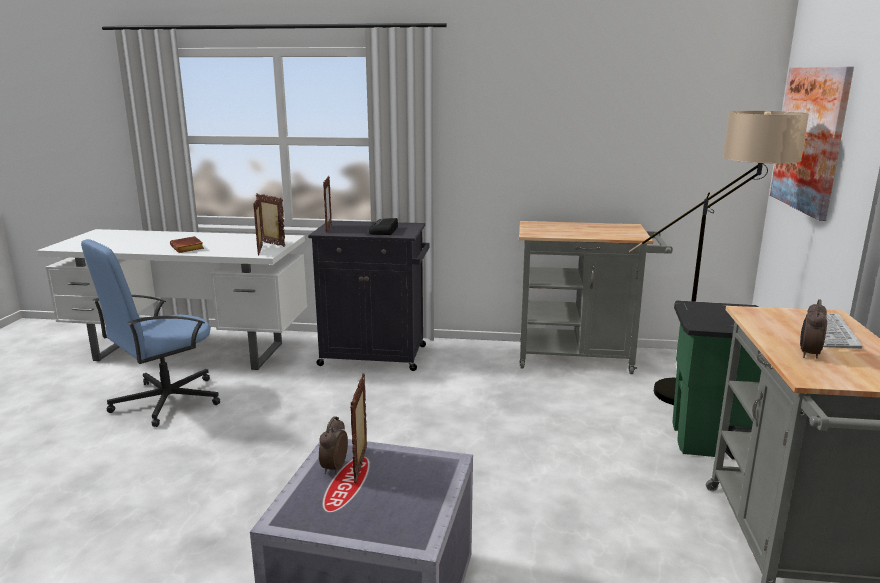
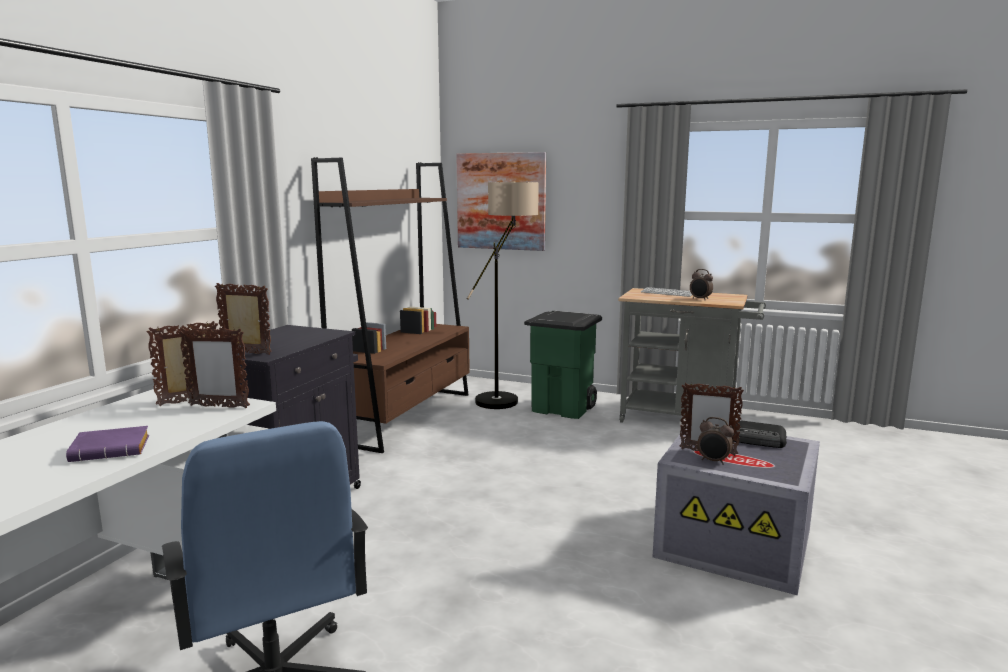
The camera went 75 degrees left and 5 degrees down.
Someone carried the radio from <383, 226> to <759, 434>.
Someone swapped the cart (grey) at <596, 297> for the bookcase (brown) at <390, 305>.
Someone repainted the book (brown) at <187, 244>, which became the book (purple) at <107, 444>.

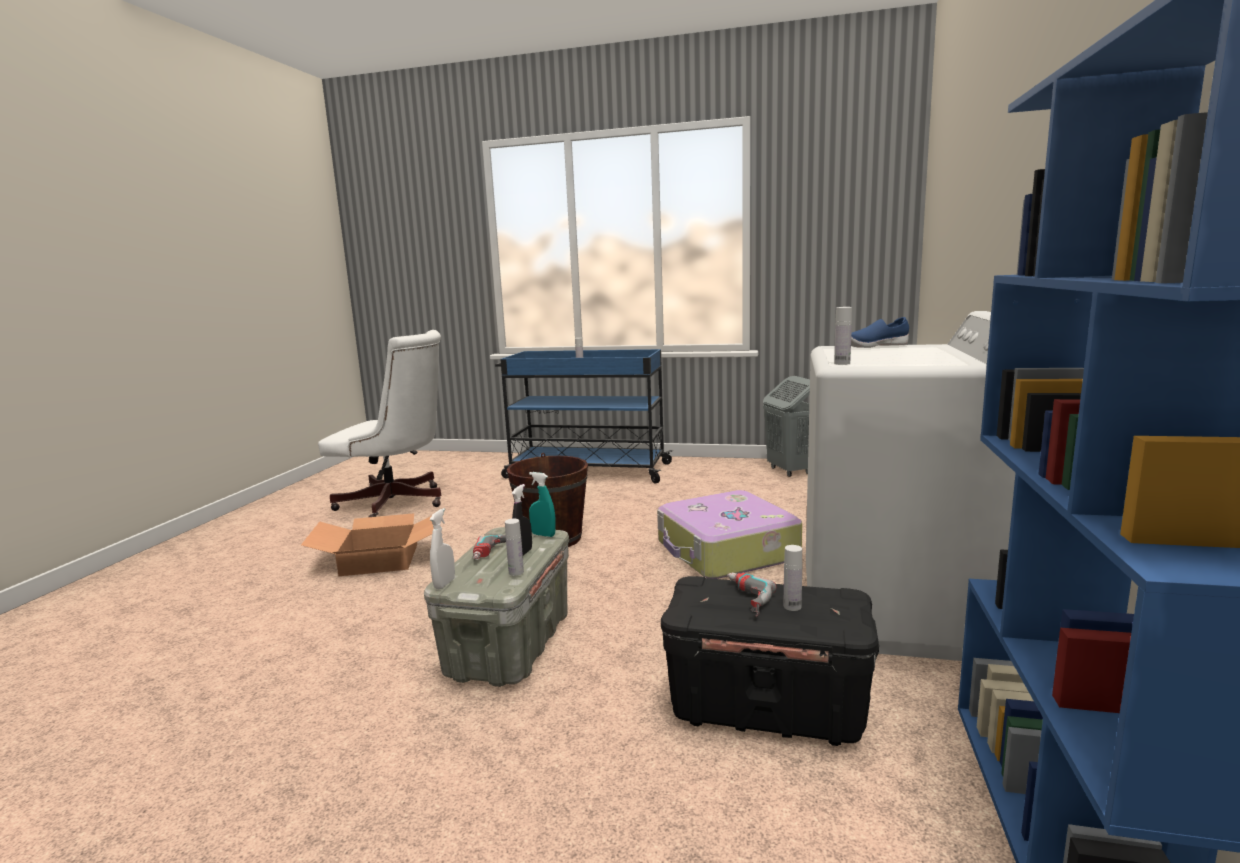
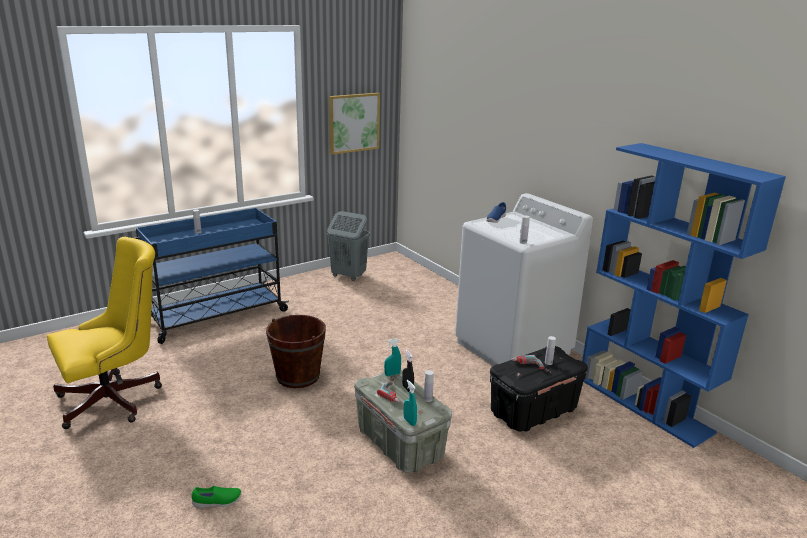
The camera went 50 degrees left and 10 degrees up.
Someone took away the cardboard box at <367, 544>.
Someone took away the suitcase at <729, 534>.
Someone put down the shoe (green) at <216, 497>.
Someone put up the picture at <354, 124>.
Someone repainted the office chair (white) at <379, 423>, which became the office chair (yellow) at <104, 333>.
Someone repainted the spray bottle (white) at <442, 548>, which became the spray bottle (turquoise) at <410, 403>.

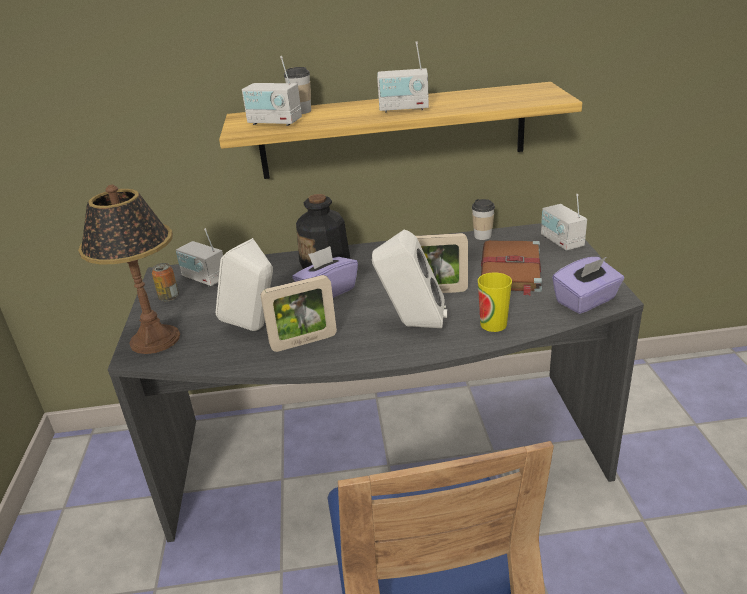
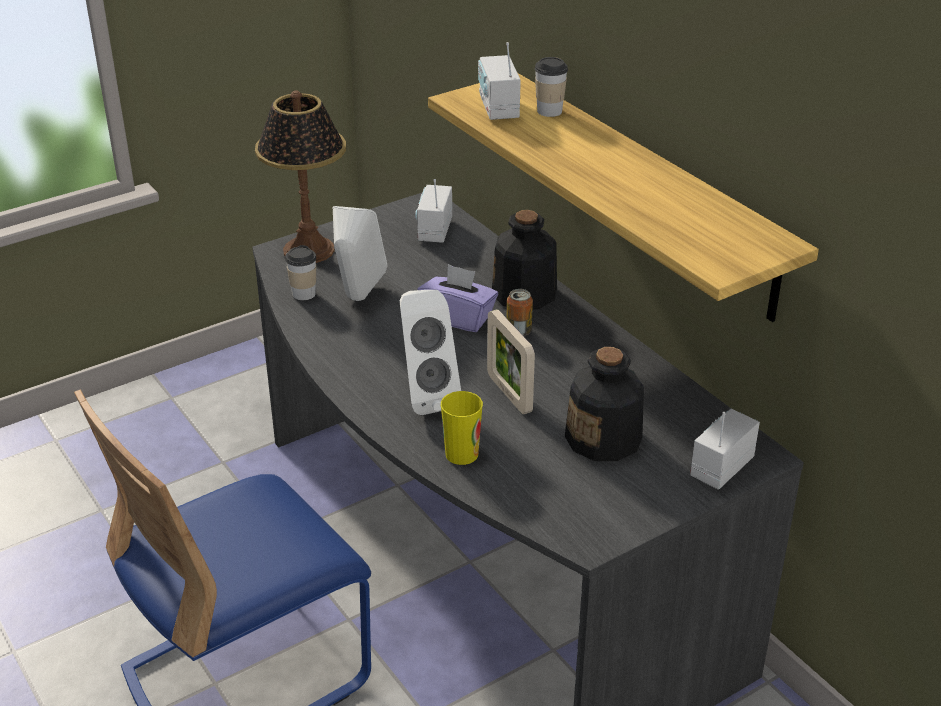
The camera went 60 degrees right and 5 degrees up.
Someone took away the picture frame at <299, 313>.
Someone took away the radio at <403, 77>.
Someone took away the tissue box (purple) at <588, 285>.
Someone carried the can from <165, 282> to <519, 312>.
Someone carried the cup from <483, 219> to <300, 272>.
Someone swapped the book (brown) at <511, 267> for the bottle at <604, 404>.

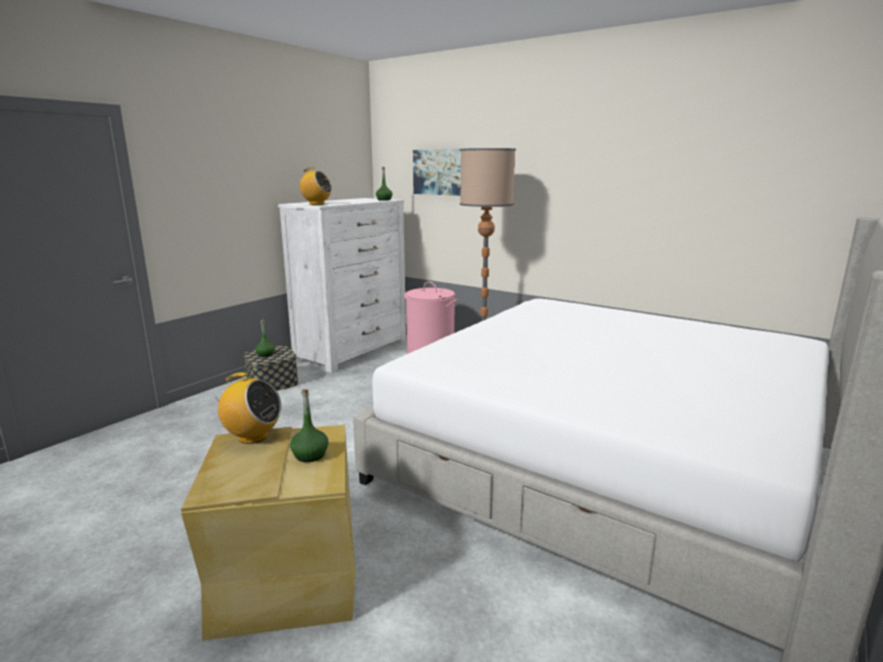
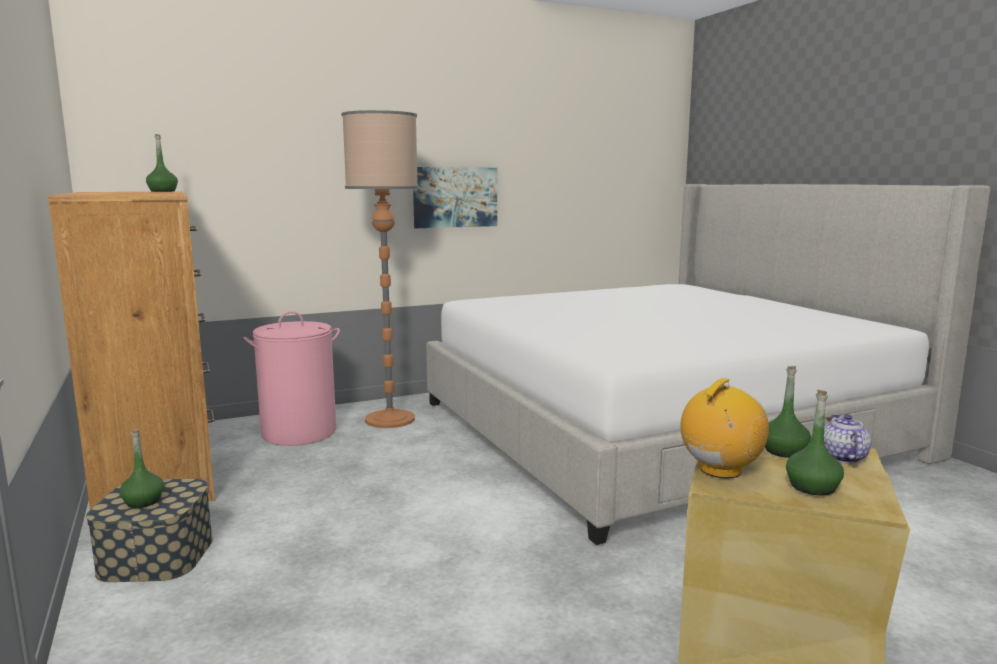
The camera went 60 degrees left and 5 degrees down.
Someone took away the radio at <314, 186>.
Someone put down the bottle (green) at <815, 443>.
Someone put down the teapot at <847, 439>.
Someone carried the picture from <437, 172> to <455, 197>.
Someone repainted the dresser (white) at <342, 285>, which became the dresser (brown) at <131, 350>.

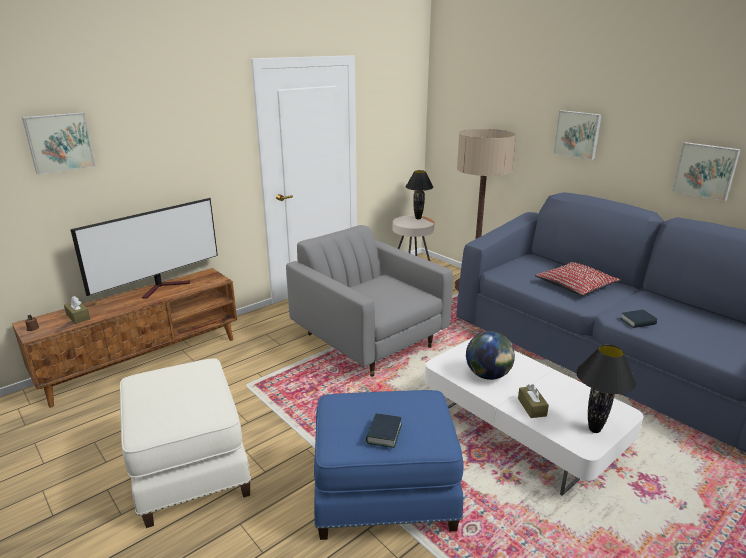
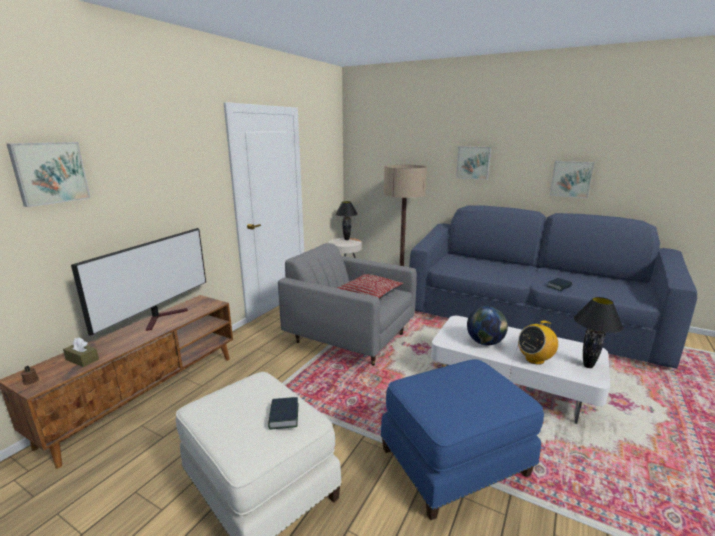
The camera went 20 degrees left and 5 degrees down.
Someone carried the book from <384, 430> to <283, 413>.
Someone carried the pillow (red) from <578, 279> to <370, 286>.
Someone swapped the tissue box (brown) at <533, 401> for the radio at <538, 343>.

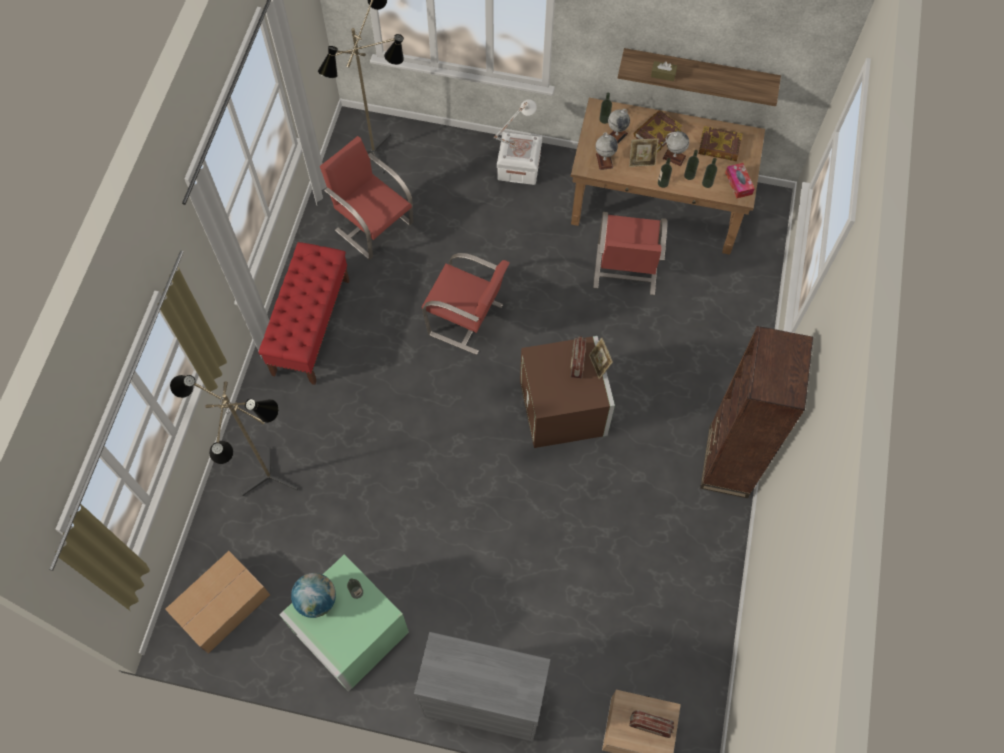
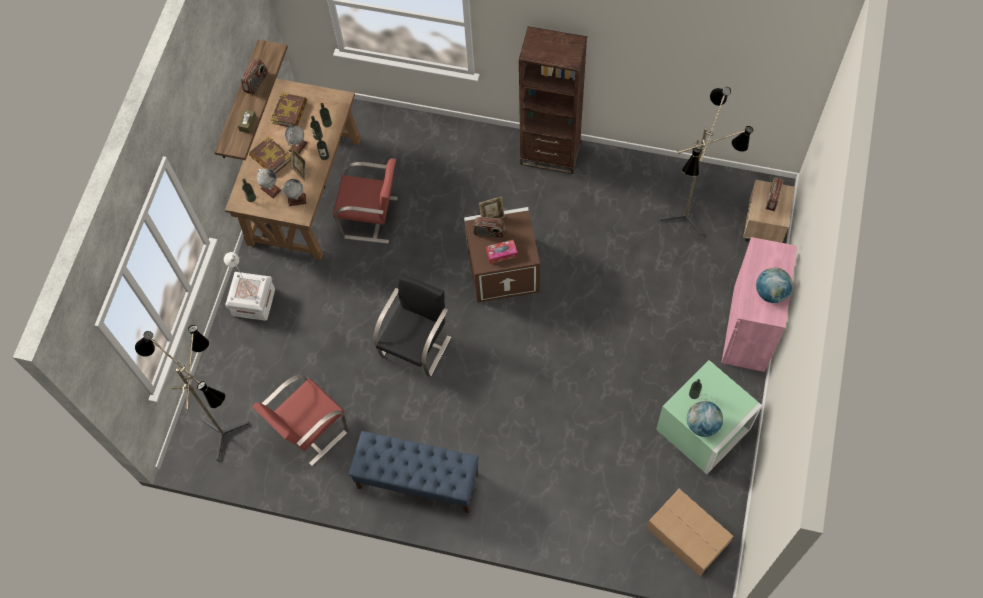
The camera went 85 degrees left and 0 degrees up.
Someone put down the radio at <254, 77>.
Someone put down the globe at <774, 285>.
Someone carried the floor lamp from <234, 435> to <706, 161>.
Someone carried the tissue box from <740, 180> to <501, 252>.
Someone repainted the bench (red) at <304, 313>, which became the bench (blue) at <414, 472>.
Someone repainted the cabinet (grey) at <482, 687>, which became the cabinet (pink) at <759, 304>.
Someone repainted the chair (red) at <466, 304>, which became the chair (black) at <412, 325>.

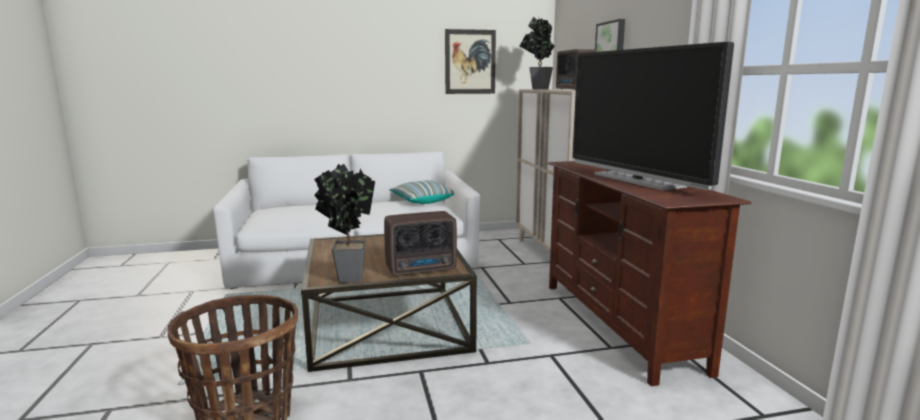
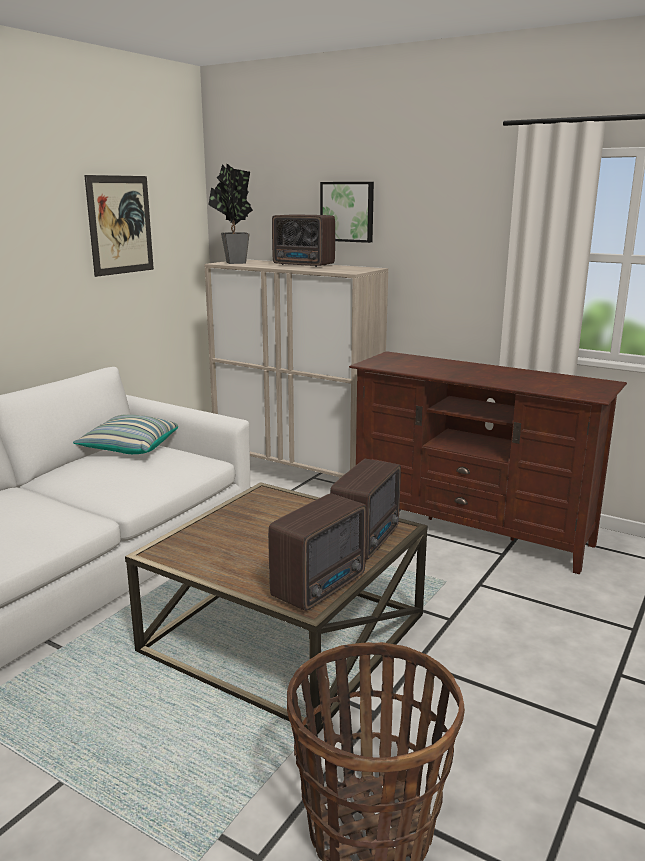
The camera went 45 degrees left and 5 degrees up.
Someone took away the television at <653, 116>.
Someone swapped the potted plant at <344, 223> for the radio at <317, 552>.

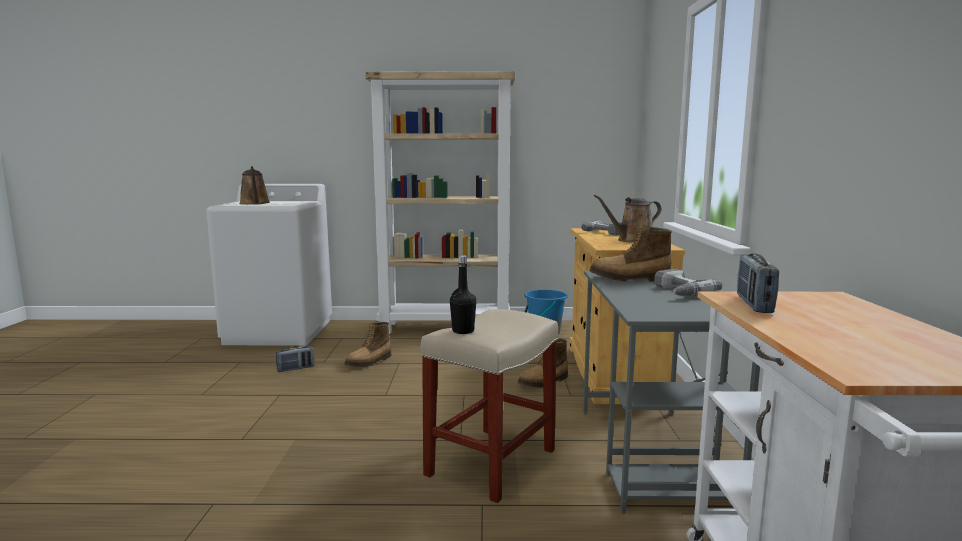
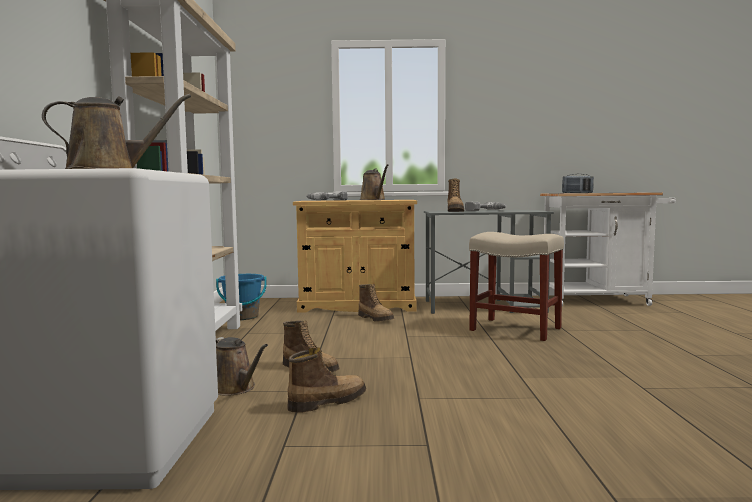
The camera went 90 degrees left and 5 degrees down.
Someone took away the bottle (black) at <463, 294>.
Someone put down the watering can (brown) at <242, 366>.
Someone swapped the radio at <295, 359> for the boot at <326, 380>.

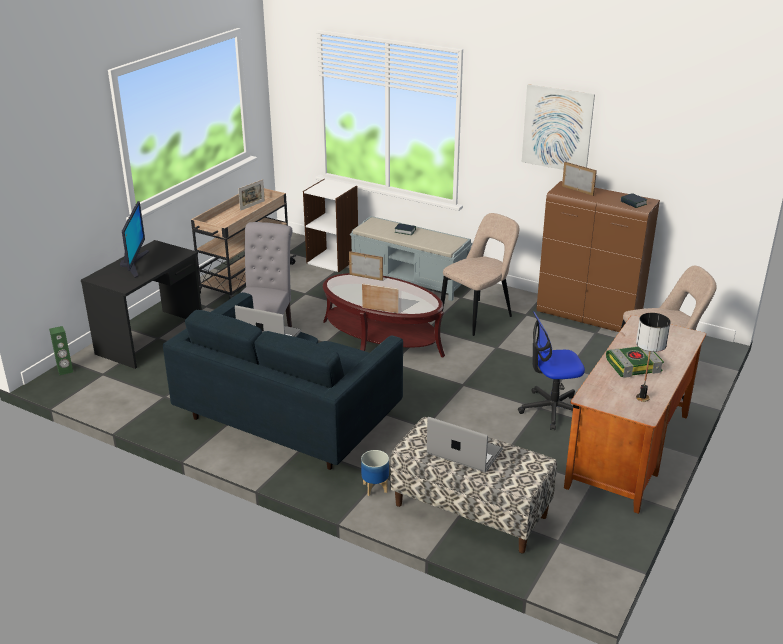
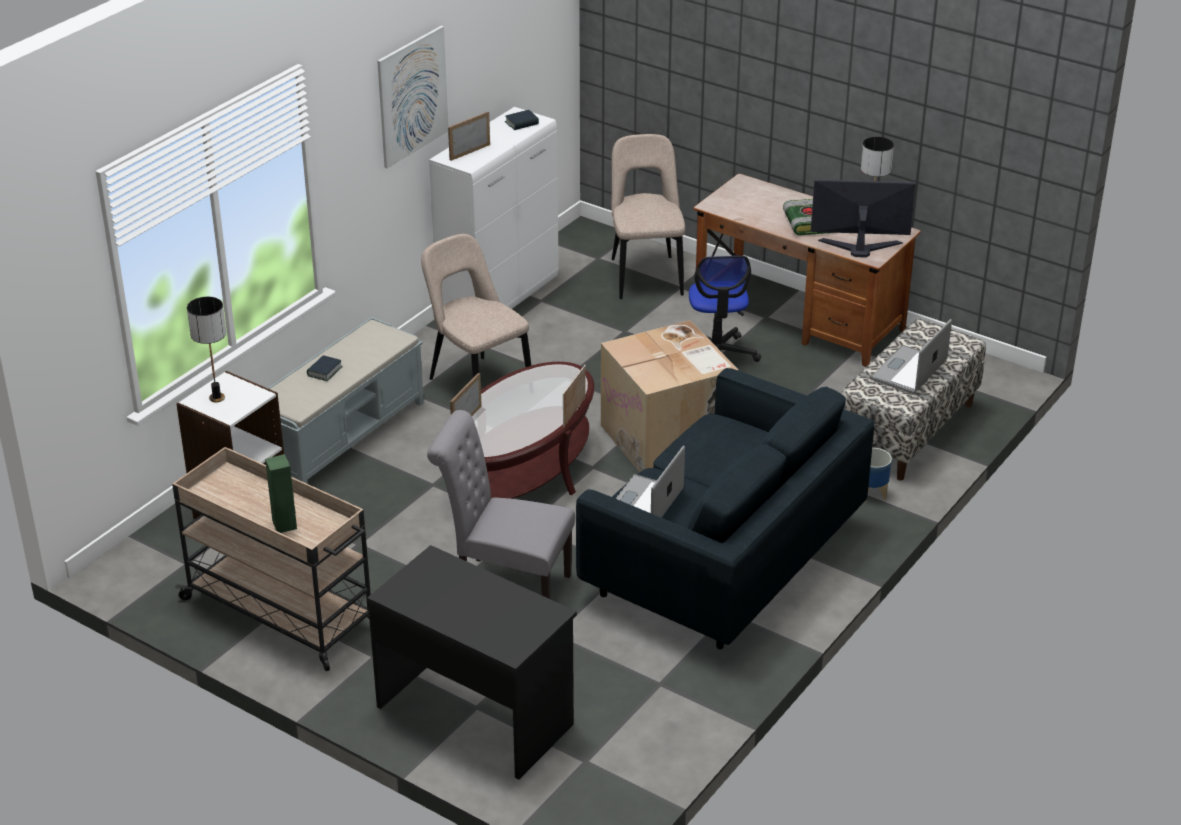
The camera went 85 degrees left and 5 degrees up.
Someone took away the picture frame at <251, 195>.
Someone put down the table lamp at <206, 349>.
Someone put down the cardboard box at <669, 396>.
Someone carried the speaker (green) from <61, 350> to <281, 493>.
Someone carried the monitor from <134, 239> to <863, 218>.
Someone repainted the cabinet (brown) at <598, 256>, which became the cabinet (white) at <494, 208>.

